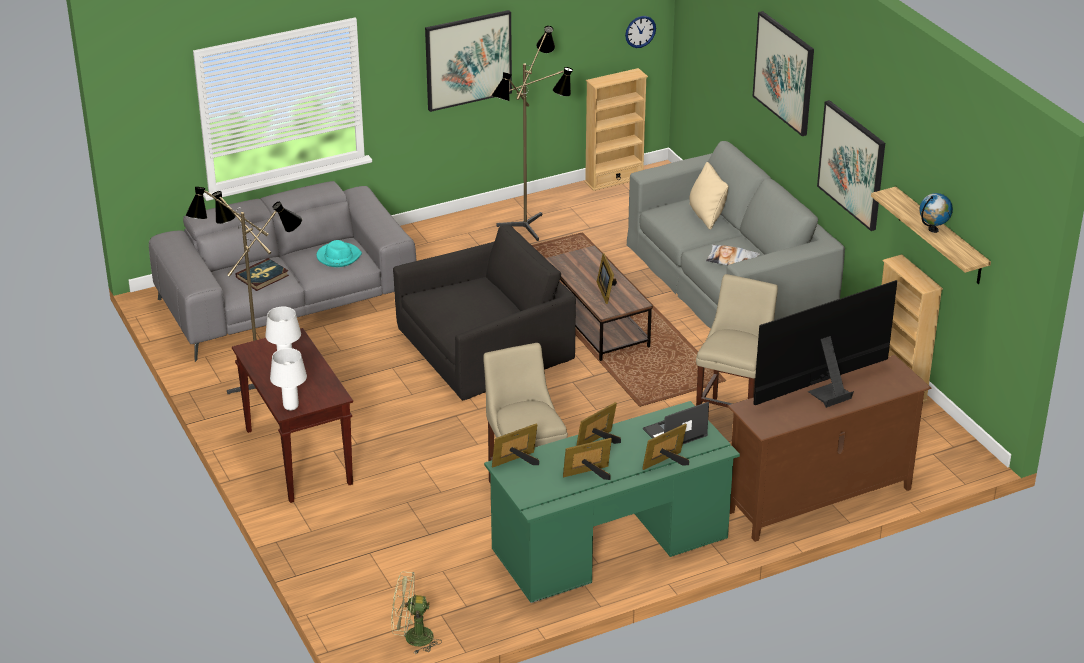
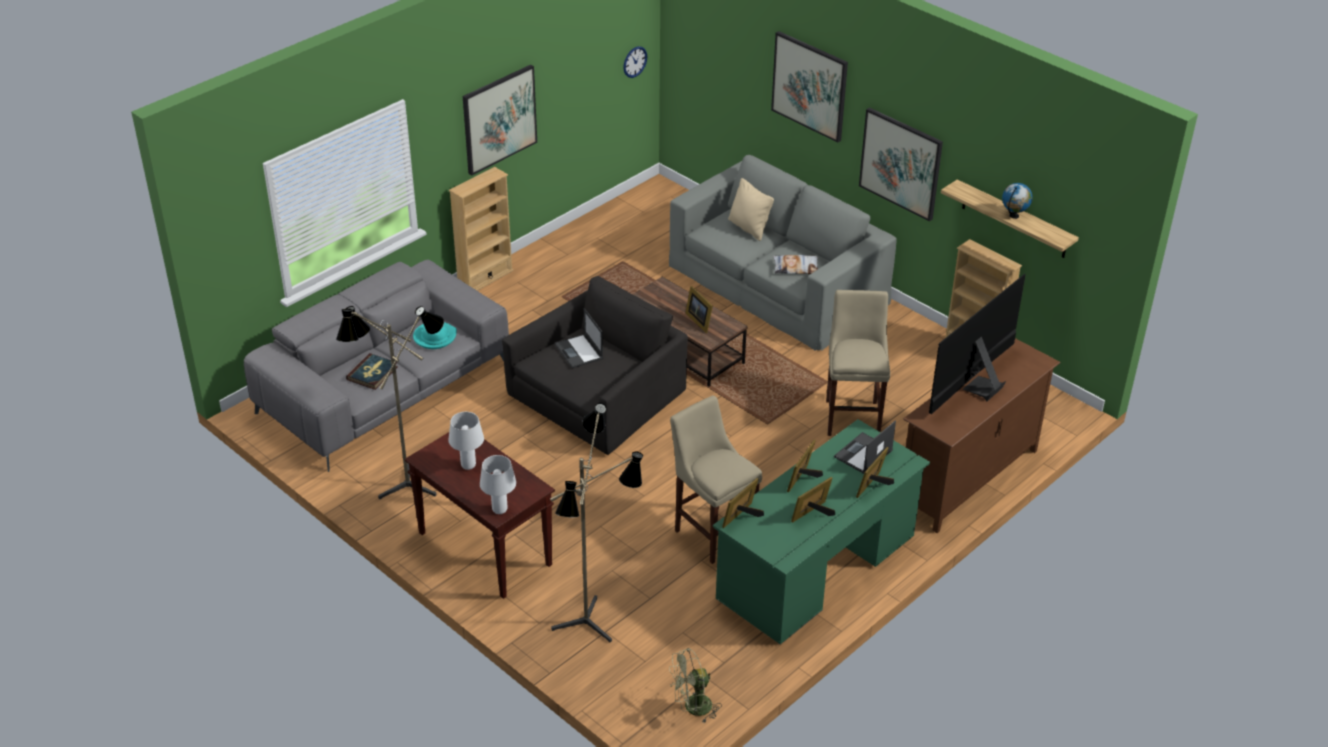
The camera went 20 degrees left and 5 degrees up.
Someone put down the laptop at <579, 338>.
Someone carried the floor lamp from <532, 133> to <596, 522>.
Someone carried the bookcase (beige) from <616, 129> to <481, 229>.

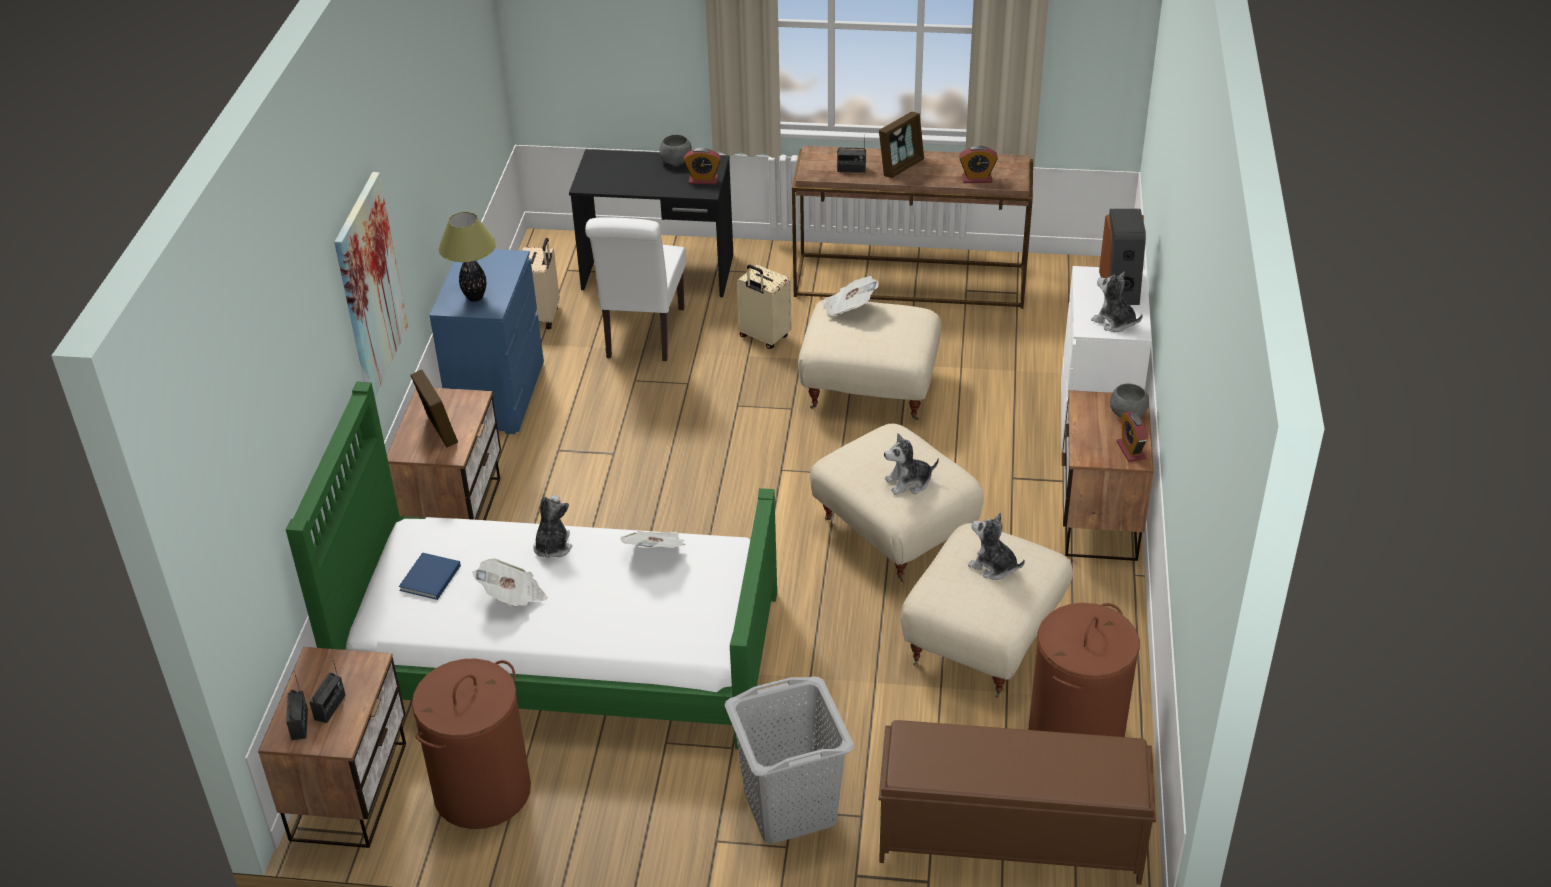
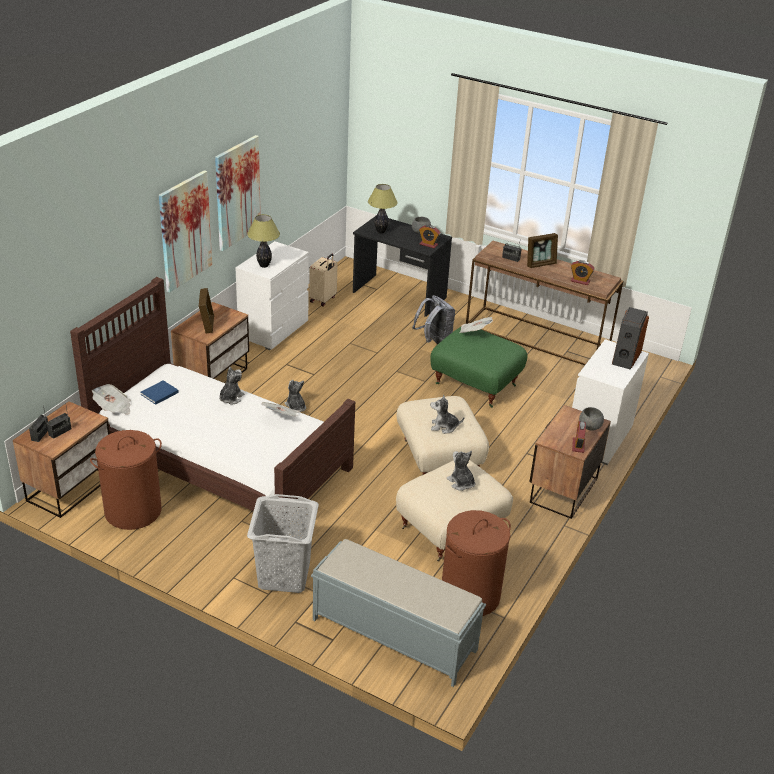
The camera went 20 degrees right and 5 degrees down.
Someone took away the chair (white) at <635, 289>.
Someone put up the picture at <238, 193>.
Someone put down the table lamp at <383, 209>.
Someone carried the newspaper from <510, 583> to <111, 399>.
Someone carried the plush toy from <1117, 301> to <295, 396>.
Someone swapped the suitcase (beige) at <764, 307> for the backpack (grey) at <433, 319>.
Someone repainted the bed (green) at <531, 565>, which became the bed (brown) at <212, 403>.
Someone repainted the dresser (blue) at <486, 341>, which became the dresser (white) at <272, 295>.
Someone repainted the ottoman (beige) at <869, 360>, which became the ottoman (green) at <479, 367>.
Someone repainted the bench (brown) at <1017, 802>, which became the bench (grey) at <398, 613>.

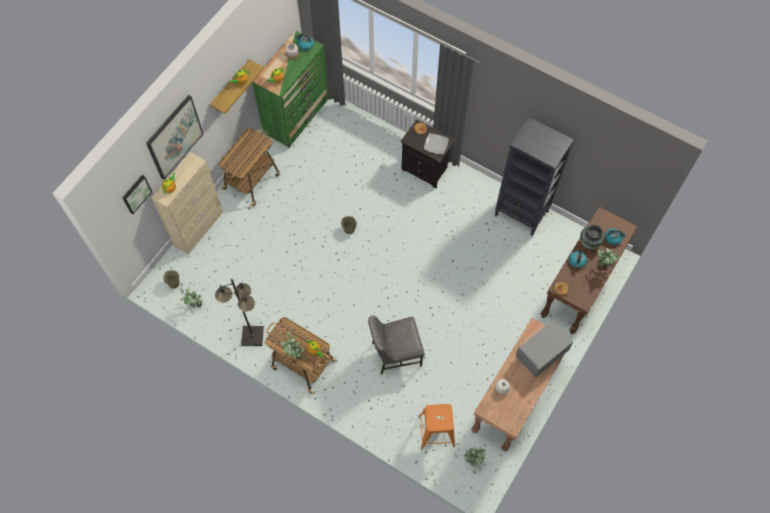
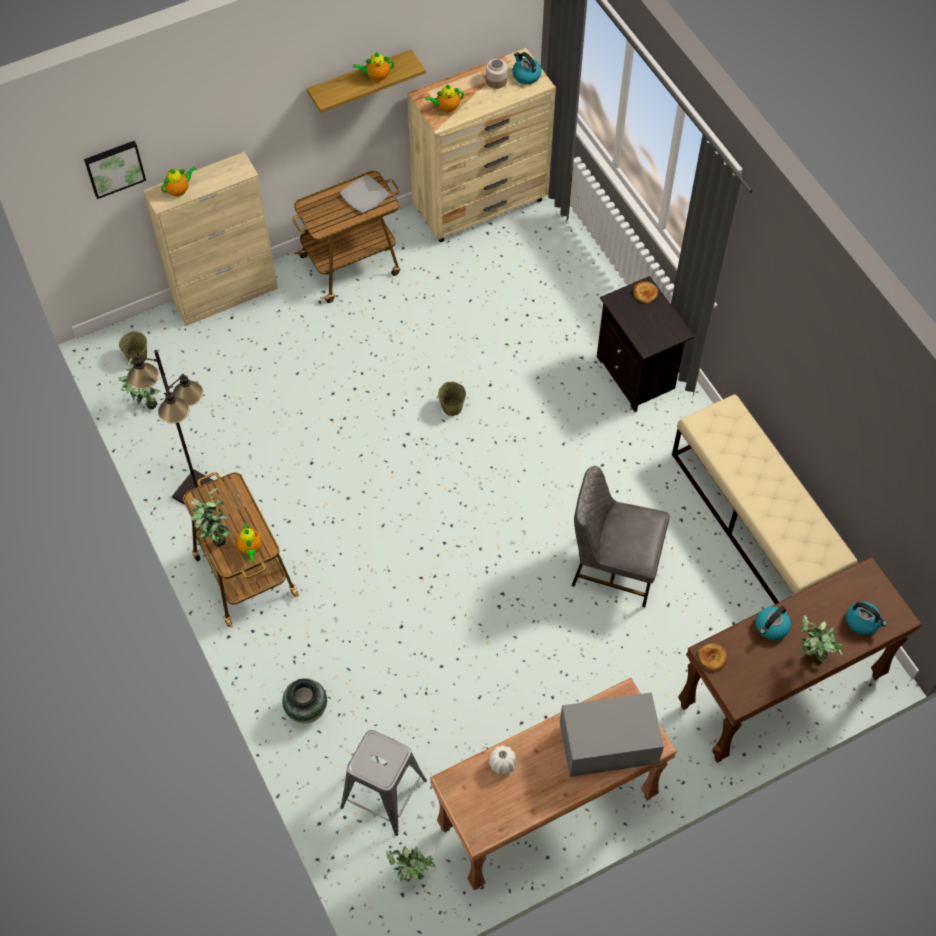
The camera went 30 degrees right and 5 degrees down.
Someone took away the picture at <174, 137>.
Someone carried the chair (grey) from <396, 345> to <620, 536>.
Someone carried the plate from <436, 144> to <365, 194>.
Someone carried the vase from <592, 237> to <304, 700>.
Someone swapped the bookcase (black) at <534, 176> for the bench (beige) at <764, 499>.
Someone repainted the dresser (green) at <290, 89>, which became the dresser (beige) at <481, 145>.
Someone repainted the stool (orange) at <436, 427>, which became the stool (grey) at <383, 783>.

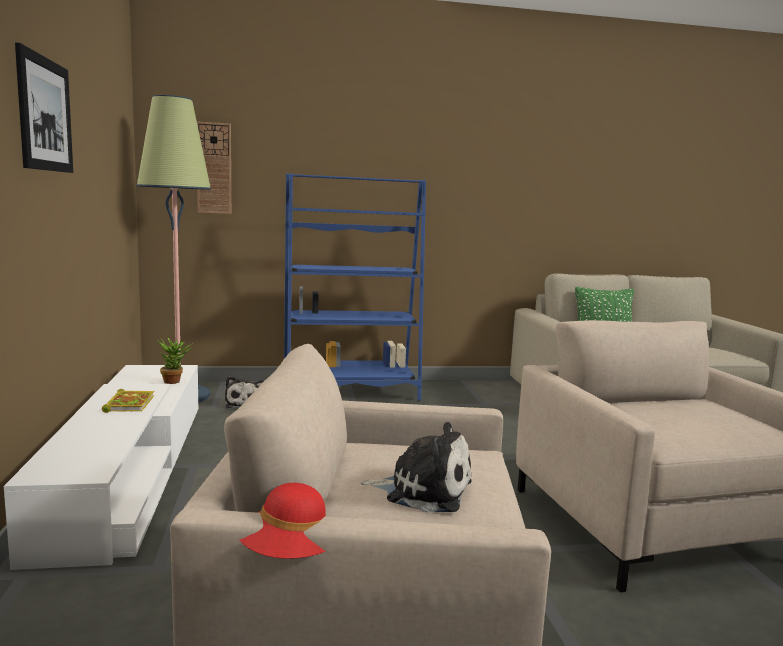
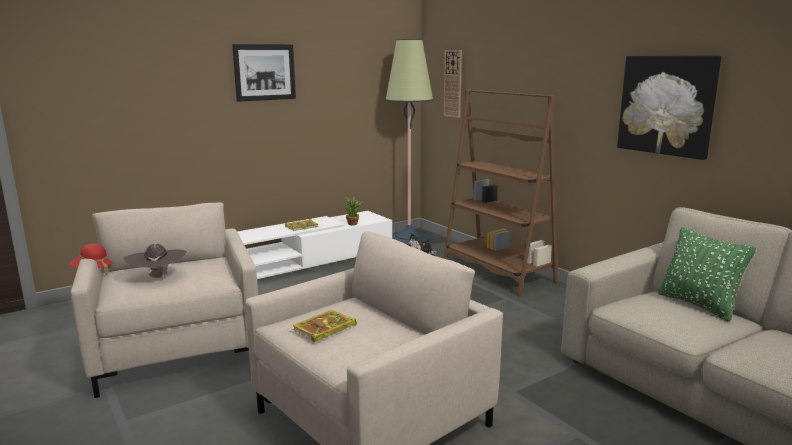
The camera went 65 degrees right and 5 degrees up.
Someone put down the book at <324, 326>.
Someone put up the picture at <669, 108>.
Someone swapped the plush toy at <416, 467> for the hat (brown) at <155, 262>.
Someone repainted the bookcase (blue) at <355, 287>, which became the bookcase (brown) at <501, 193>.

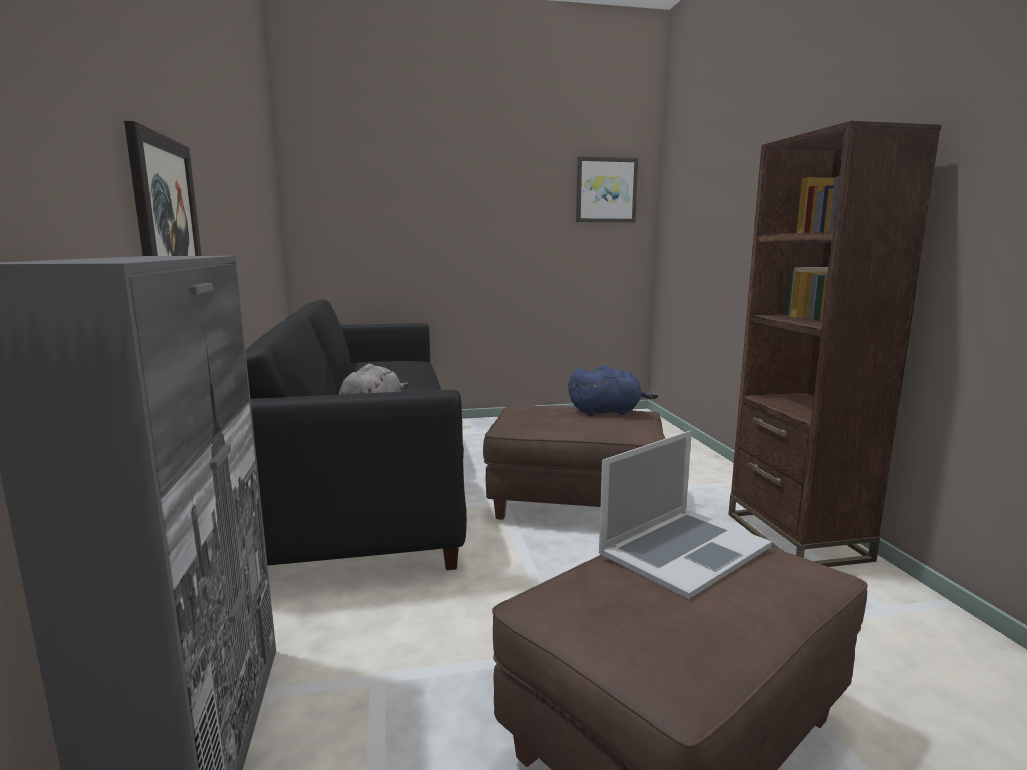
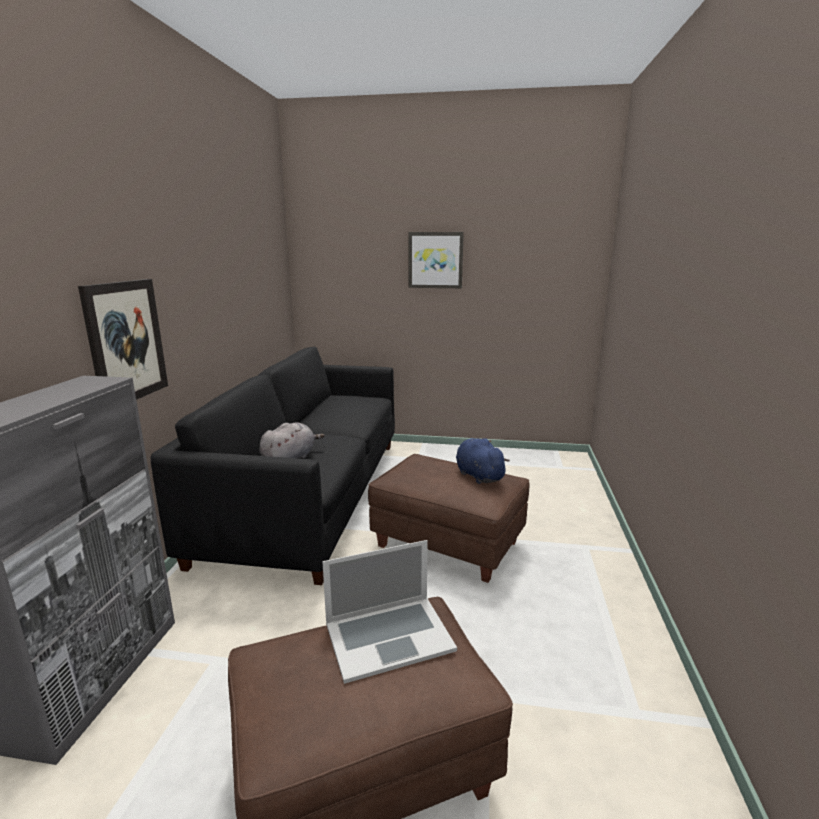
The camera went 20 degrees right and 5 degrees up.
Someone took away the bookcase (brown) at <835, 344>.
Someone carried the picture from <607, 189> to <436, 260>.
Someone rotated the plush toy (blue) at <613, 390> by 135 degrees counterclockwise.

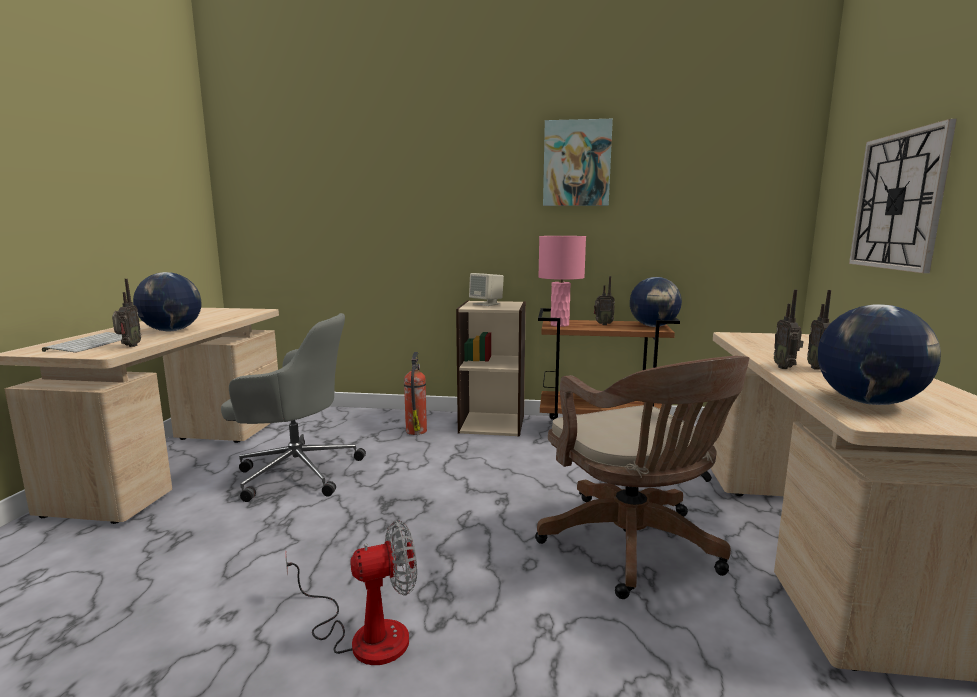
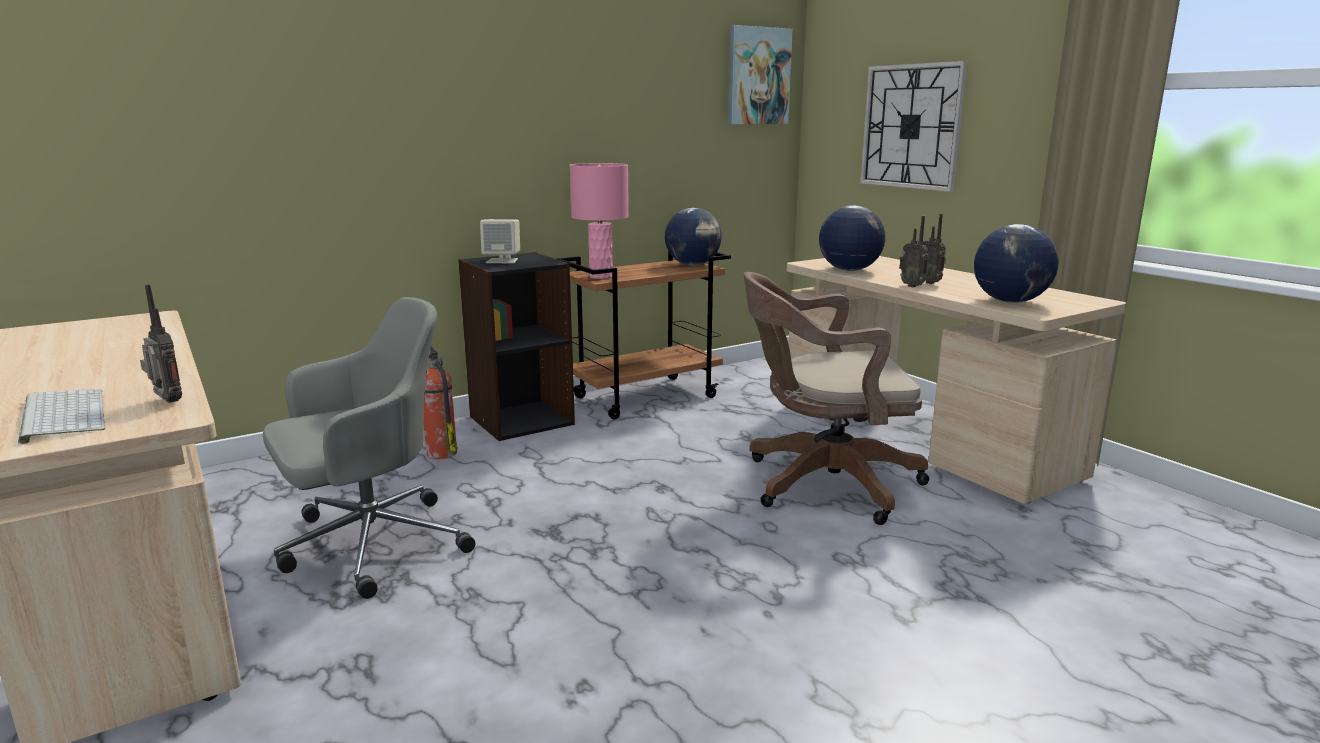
The camera went 40 degrees left and 5 degrees up.
Someone took away the fan at <351, 592>.
Someone took away the radio at <604, 300>.
Someone carried the globe from <167, 301> to <852, 238>.
Someone carried the picture from <578, 162> to <760, 74>.
Someone repainted the bookcase (beige) at <491, 369>, which became the bookcase (black) at <516, 346>.
Someone rotated the office chair (brown) at <642, 477> by 150 degrees clockwise.

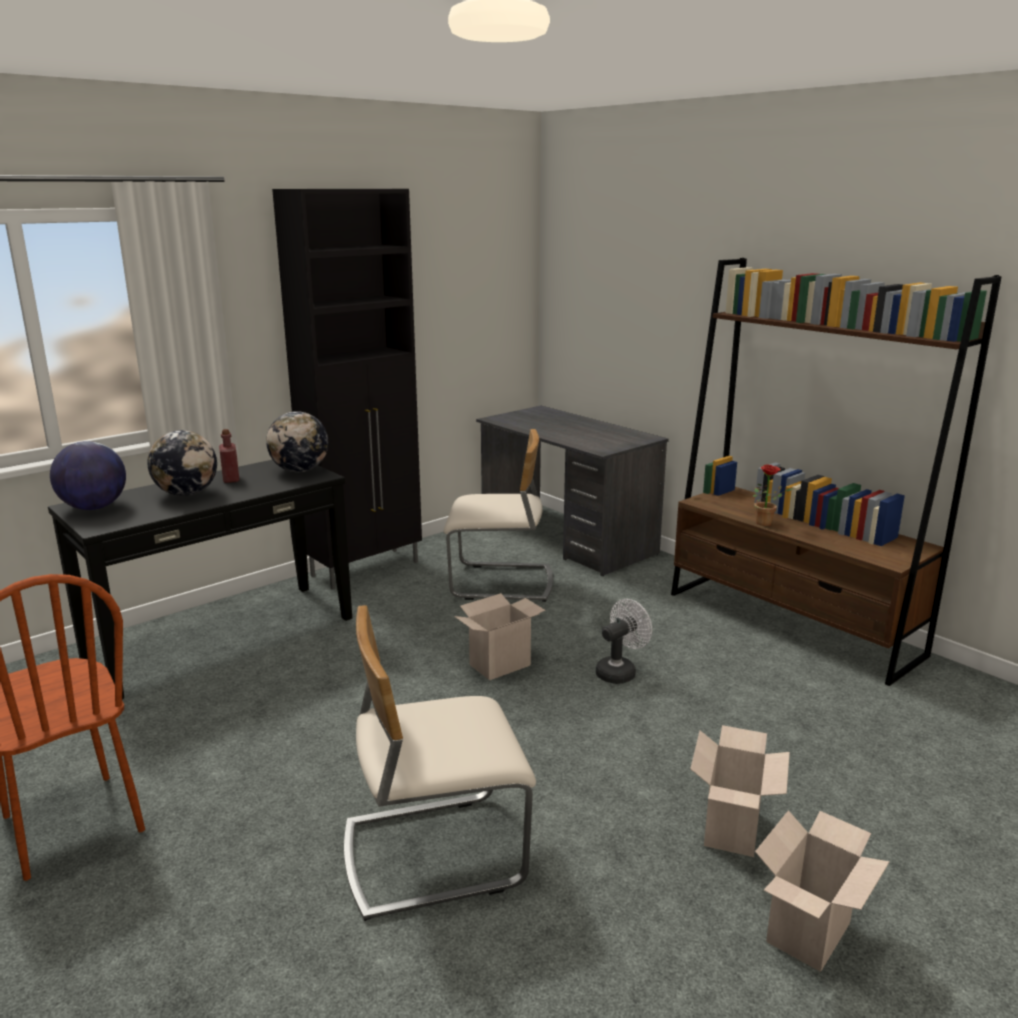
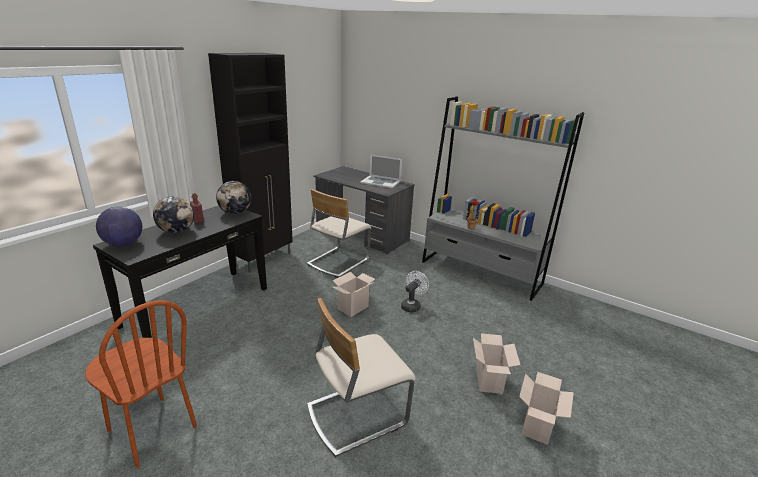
The camera went 15 degrees left and 5 degrees up.
Someone put down the laptop at <381, 171>.
Someone repainted the bookcase (brown) at <836, 472>, which became the bookcase (grey) at <503, 198>.
Someone rotated the chair (beige) at <498, 515> by 135 degrees clockwise.

